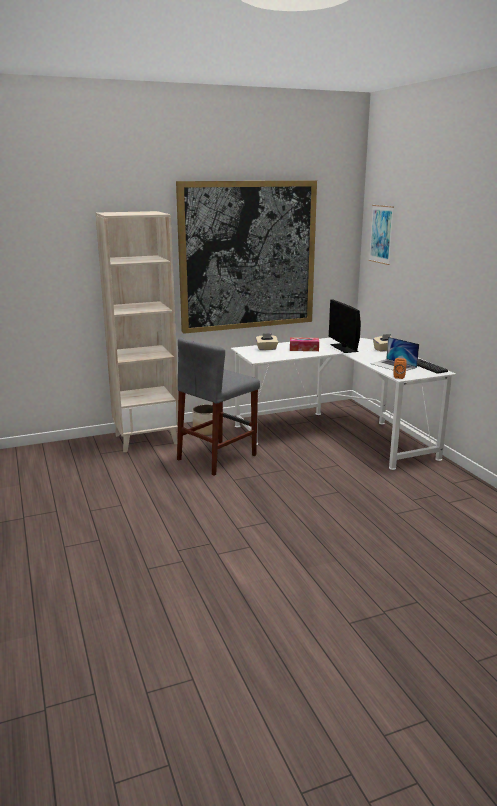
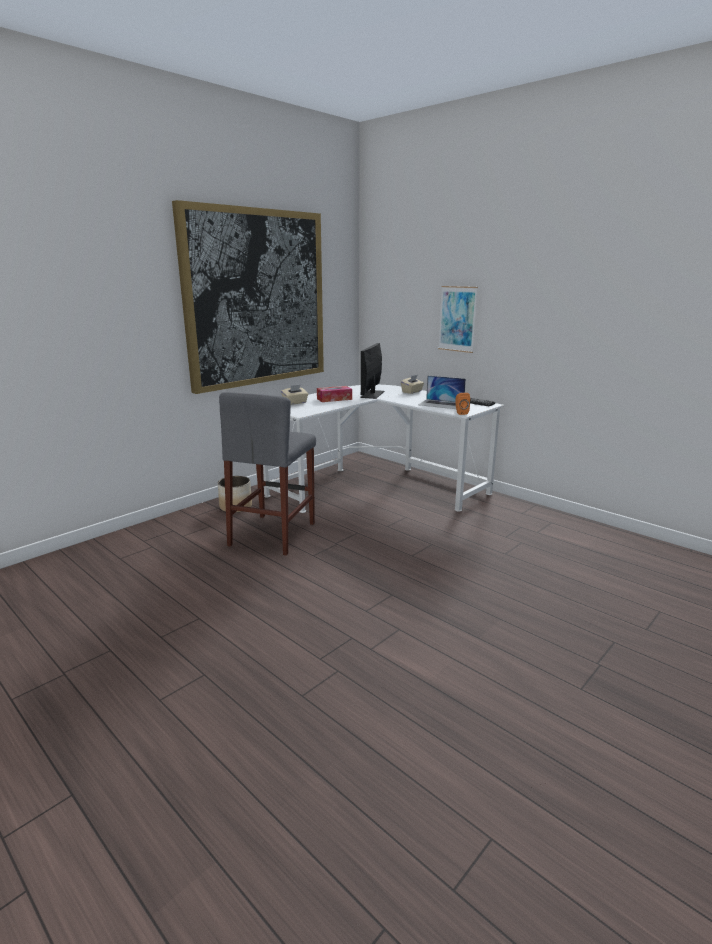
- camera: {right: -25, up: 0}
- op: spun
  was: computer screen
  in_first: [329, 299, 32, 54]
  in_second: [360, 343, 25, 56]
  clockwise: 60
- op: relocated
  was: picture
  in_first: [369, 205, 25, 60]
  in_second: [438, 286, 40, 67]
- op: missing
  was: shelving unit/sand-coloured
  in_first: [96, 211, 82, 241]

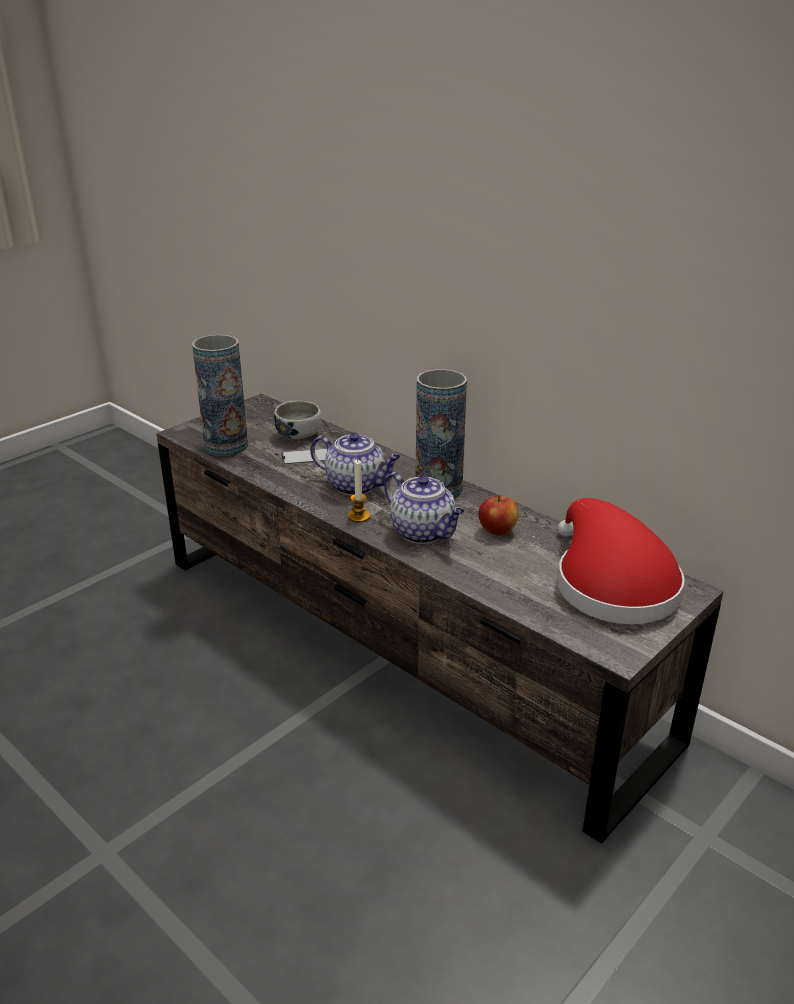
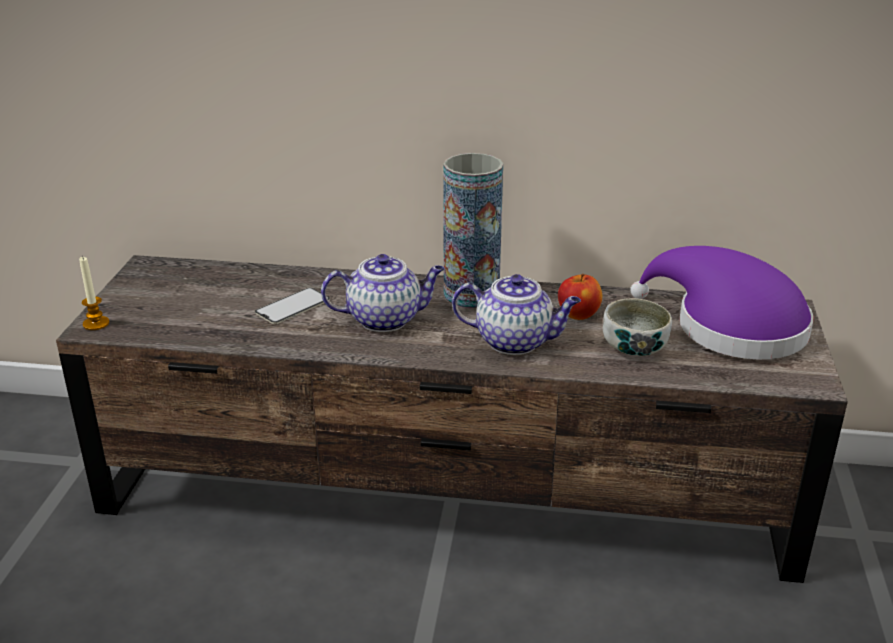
- camera: {right: -35, up: 0}
- op: relocated
  was: wax light
  in_first: [348, 460, 22, 62]
  in_second: [79, 256, 30, 74]
- op: relocated
  was: serving bowl
  in_first: [274, 401, 47, 38]
  in_second: [603, 298, 69, 58]
- op: colour
  was: wearable hat/reddish
  now: wearable hat/purplish
  in_first: [558, 498, 127, 126]
  in_second: [630, 246, 184, 113]
- op: missing
  was: vase
  in_first: [192, 335, 56, 121]

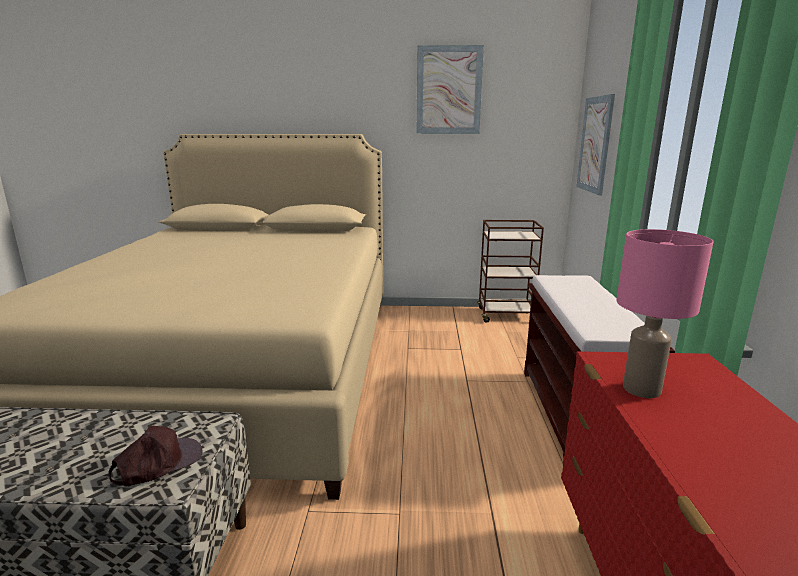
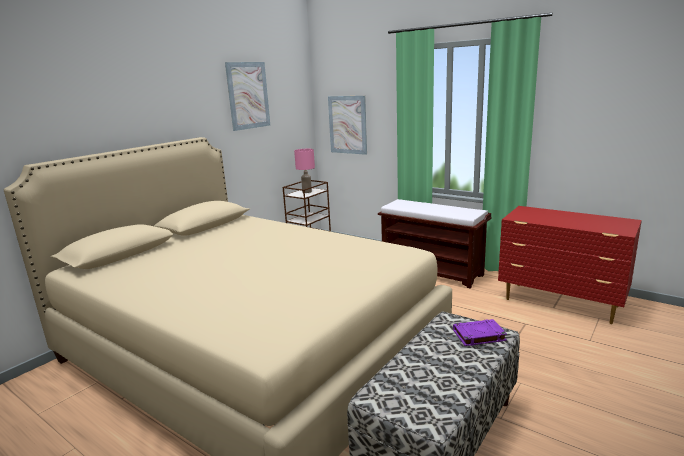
- camera: {right: -55, up: 0}
- op: relocated
  was: lamp for a table/pinkish
  in_first: [617, 229, 96, 169]
  in_second: [294, 149, 21, 44]
- op: exchanged
  was: baseball cap/brownish
  now: volume/purplish
  in_first: [108, 426, 94, 60]
  in_second: [453, 319, 54, 27]

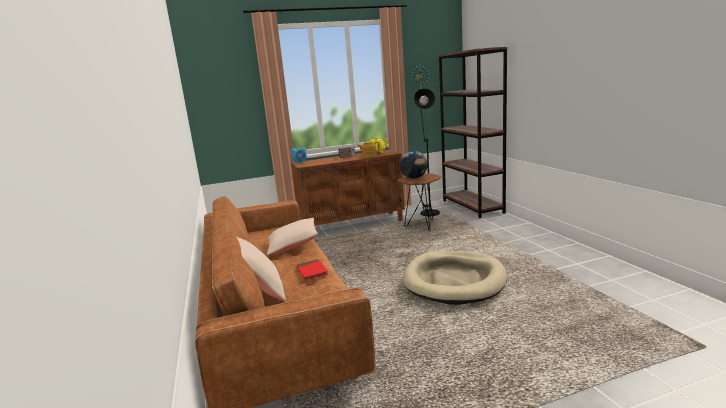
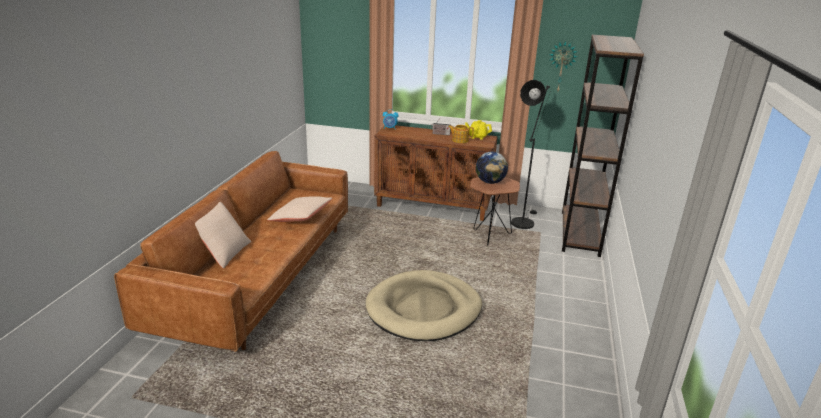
- camera: {right: 30, up: 10}
- op: missing
  was: volume/reddish
  in_first: [296, 259, 32, 21]

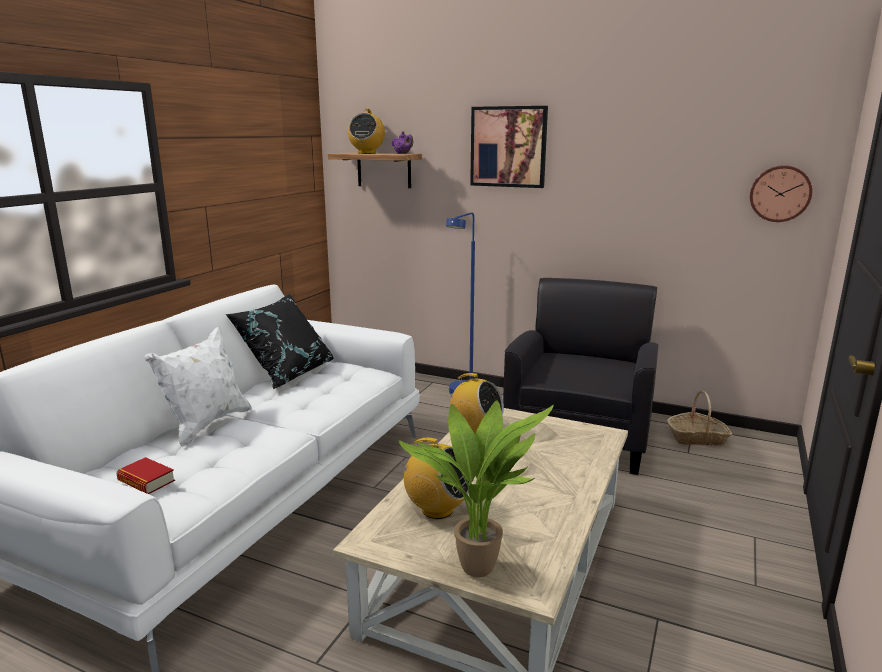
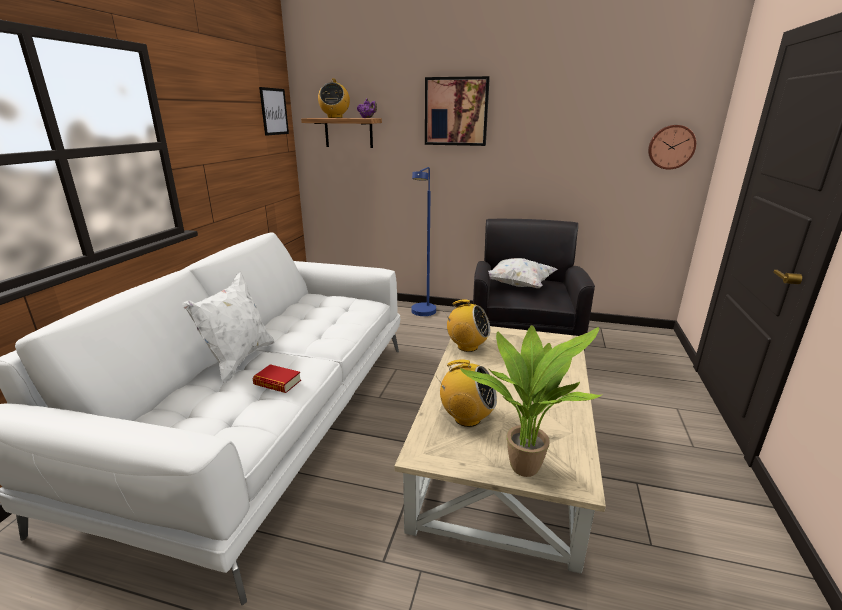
- camera: {right: -10, up: 5}
- op: relocated
  was: volume
  in_first: [116, 457, 59, 37]
  in_second: [253, 364, 48, 29]
- op: appeared
  now: picture
  in_second: [259, 87, 30, 49]
- op: appeared
  now: pillow/white
  in_second: [488, 258, 69, 30]
- op: missing
  was: pillow/black-coloured
  in_first: [225, 294, 109, 95]
- op: missing
  was: basket
  in_first: [667, 390, 65, 56]

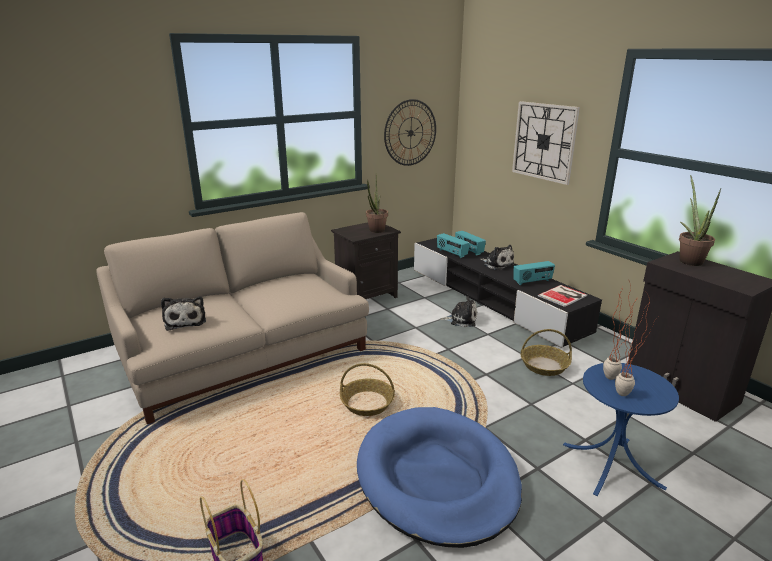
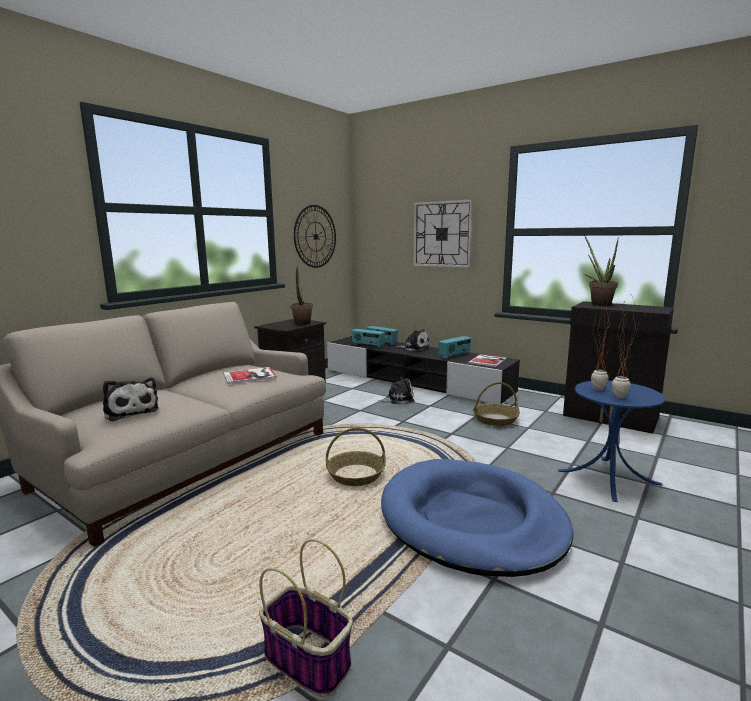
- camera: {right: -20, up: -10}
- op: appeared
  now: volume
  in_second: [223, 367, 54, 17]

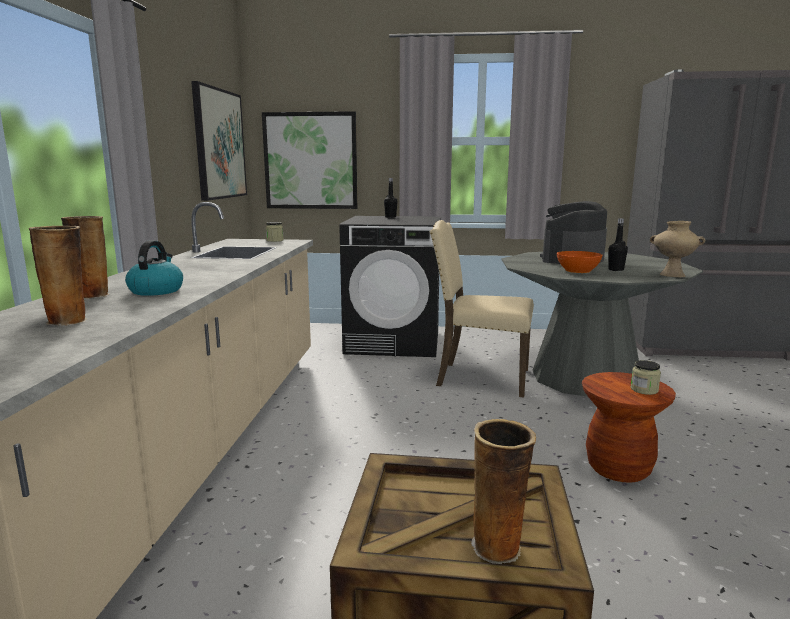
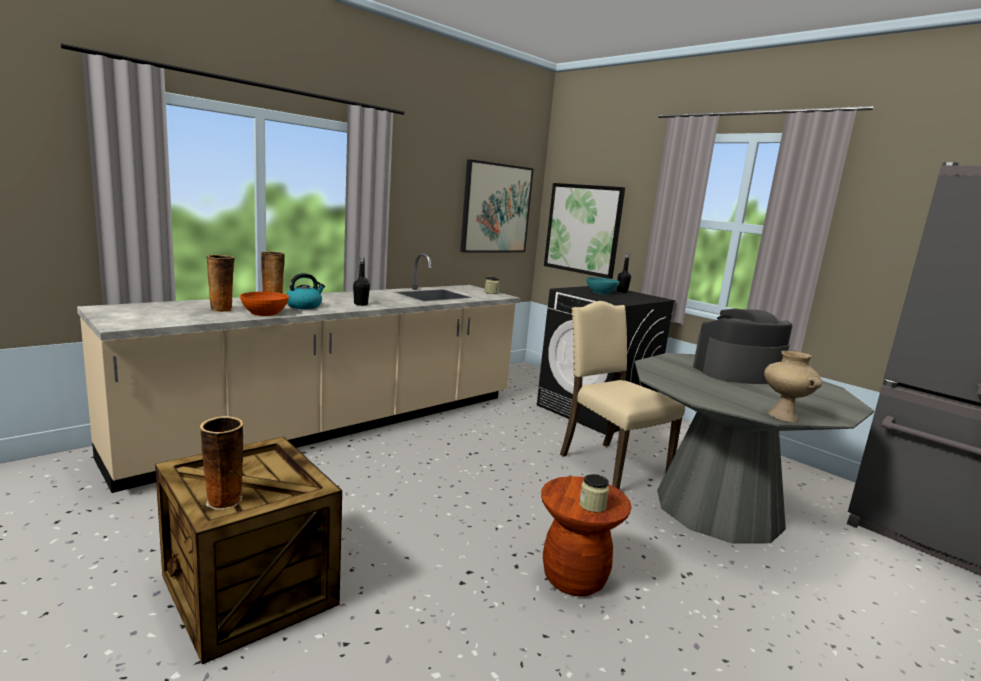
- camera: {right: 40, up: 0}
- op: relocated
  was: serving bowl/orangey
  in_first: [557, 251, 45, 22]
  in_second: [240, 292, 49, 24]
- op: relocated
  was: beverage bottle/black-coloured
  in_first: [608, 218, 20, 53]
  in_second: [353, 257, 17, 49]
- op: appeared
  now: serving bowl/turquoise-coloured
  in_second: [586, 277, 33, 17]

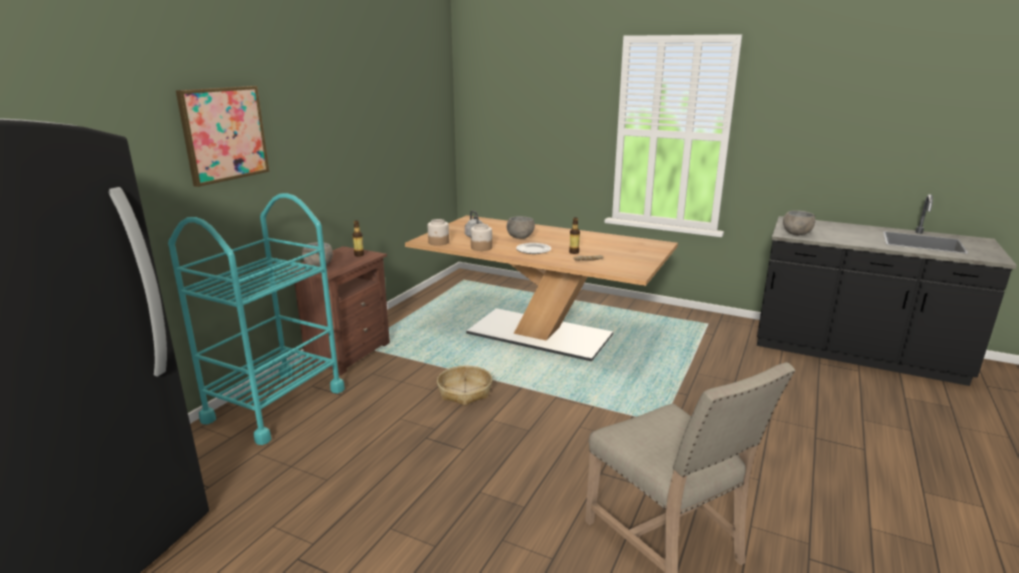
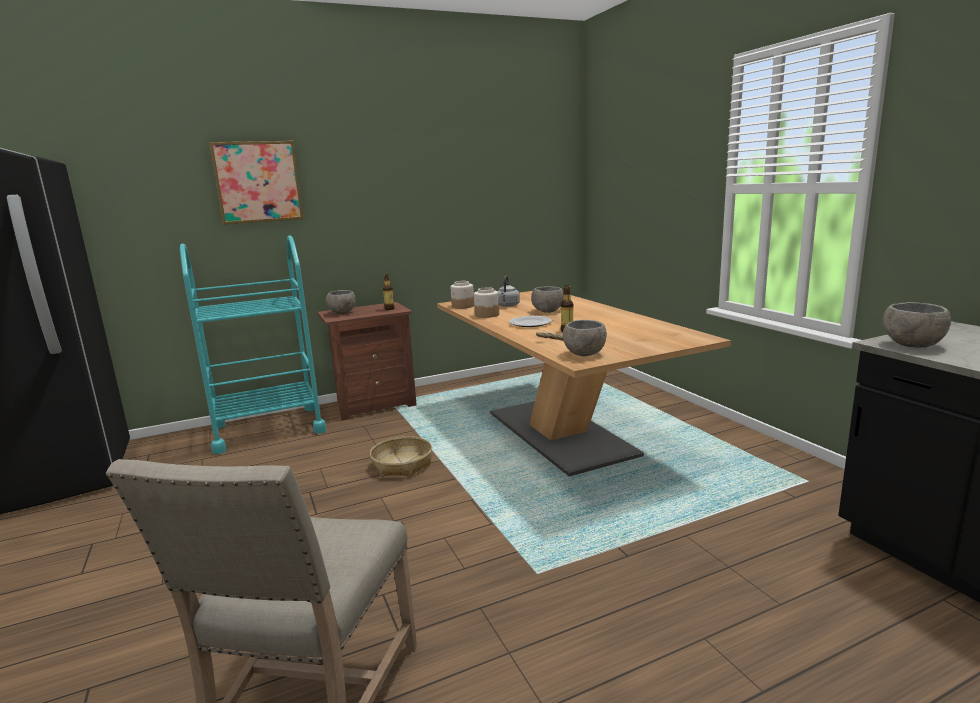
- camera: {right: 40, up: -5}
- op: appeared
  now: serving bowl/gray
  in_second: [563, 320, 44, 36]

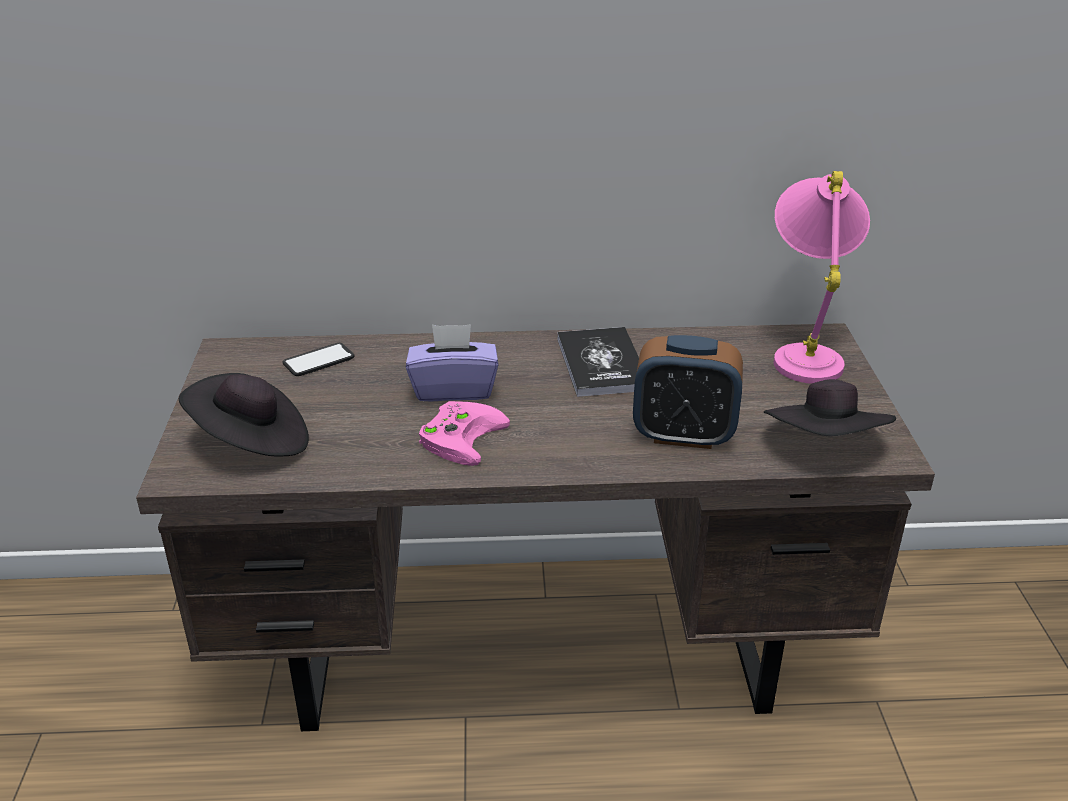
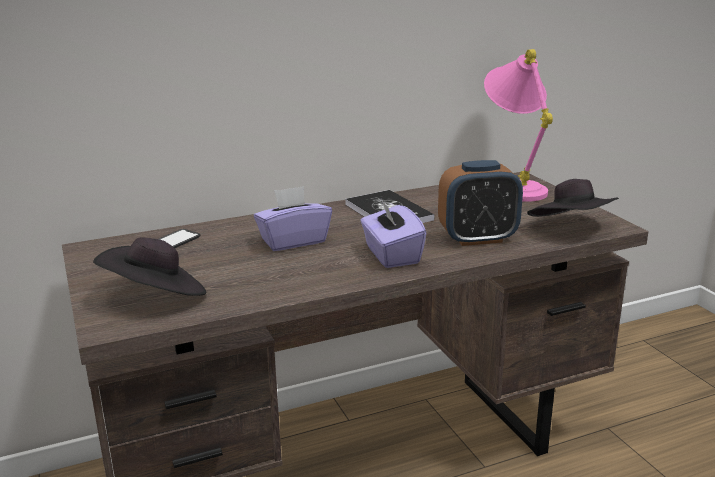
- camera: {right: -20, up: -10}
- op: appeared
  now: tissue holder/purplish
  in_second: [360, 199, 67, 69]
- op: missing
  was: joypad/pinkish
  in_first: [419, 401, 91, 65]

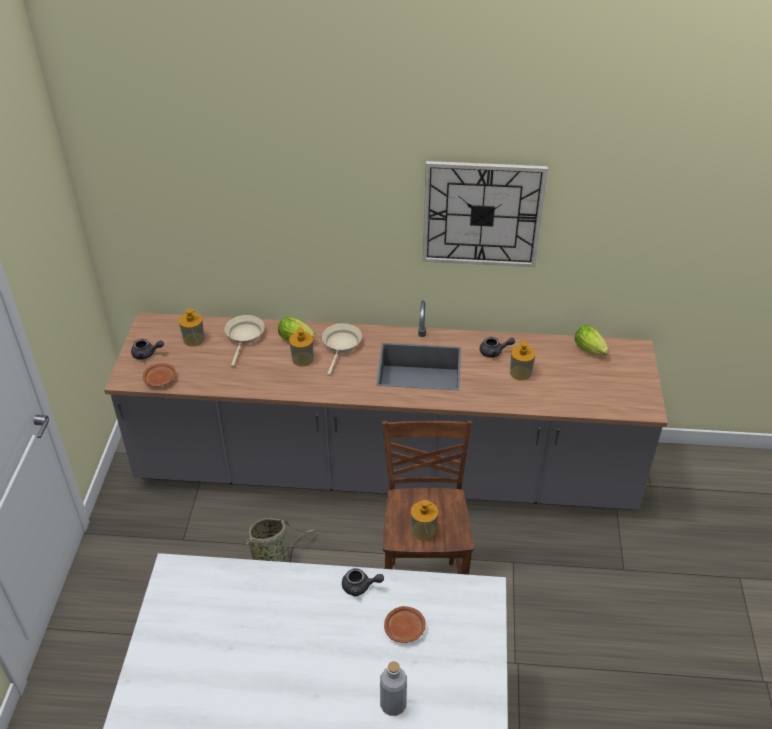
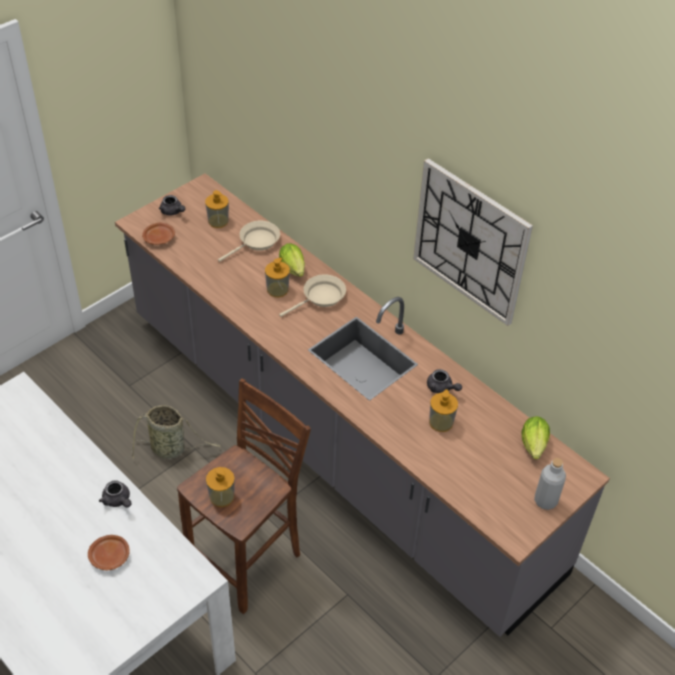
- camera: {right: 40, up: 5}
- op: relocated
  was: beverage bottle/gray
  in_first: [380, 661, 27, 55]
  in_second: [534, 458, 32, 52]

